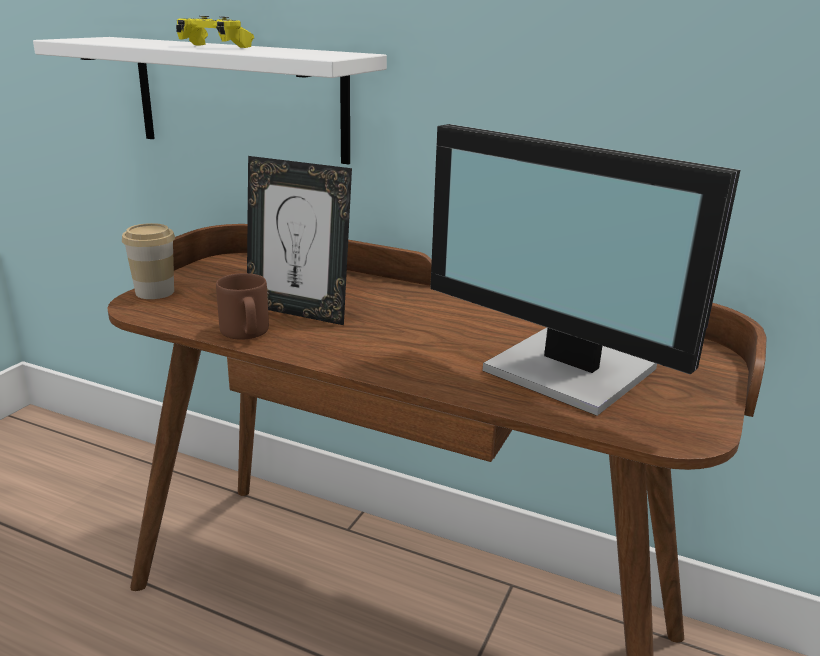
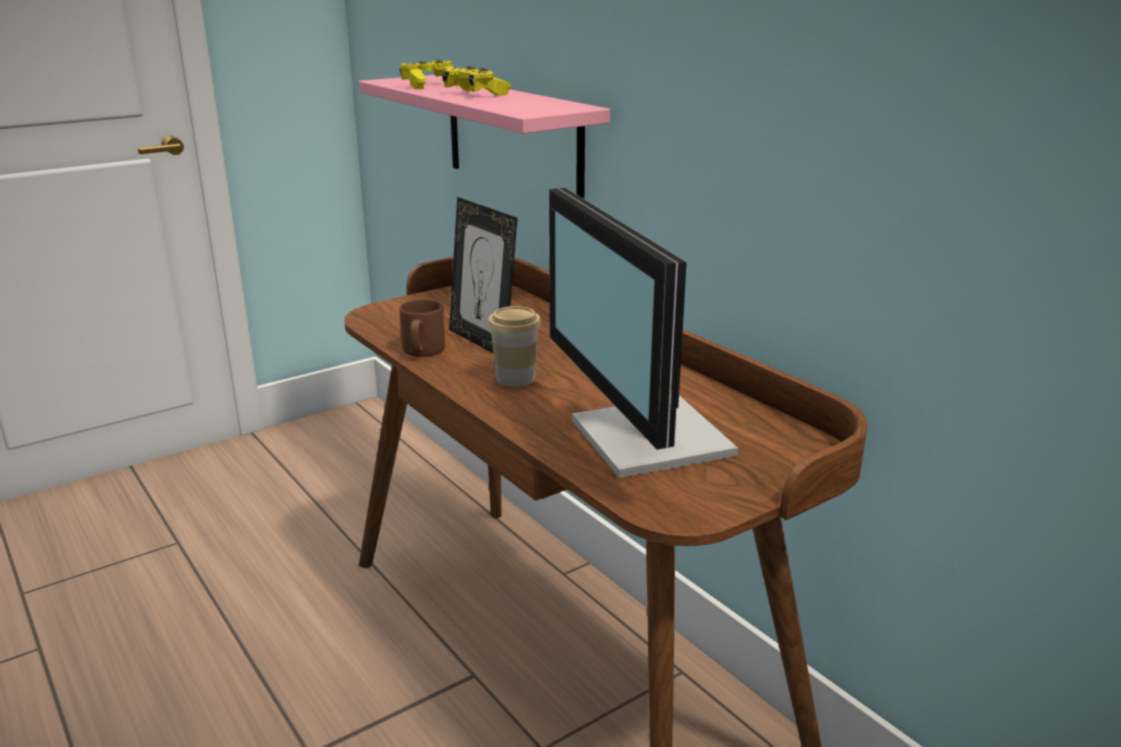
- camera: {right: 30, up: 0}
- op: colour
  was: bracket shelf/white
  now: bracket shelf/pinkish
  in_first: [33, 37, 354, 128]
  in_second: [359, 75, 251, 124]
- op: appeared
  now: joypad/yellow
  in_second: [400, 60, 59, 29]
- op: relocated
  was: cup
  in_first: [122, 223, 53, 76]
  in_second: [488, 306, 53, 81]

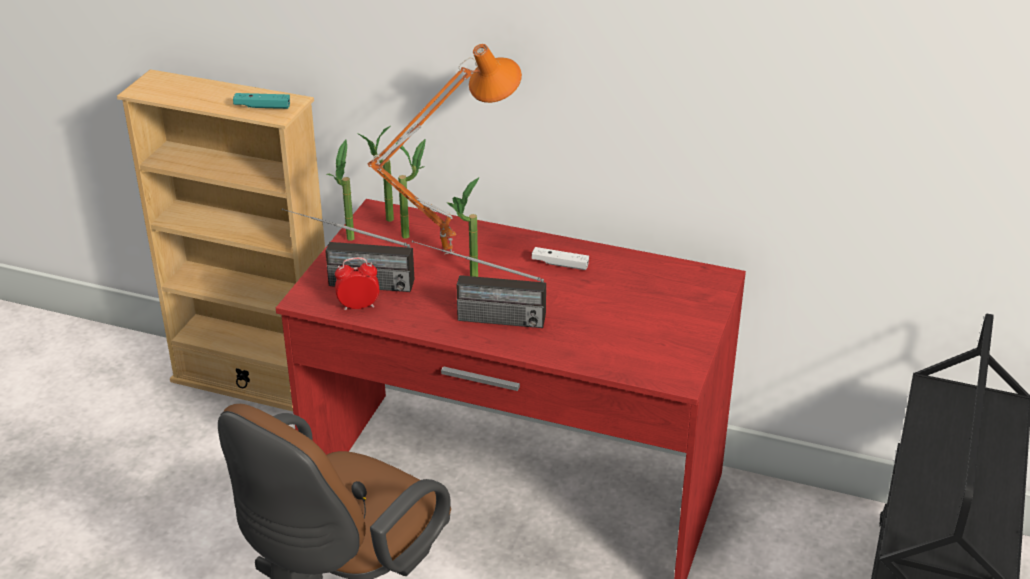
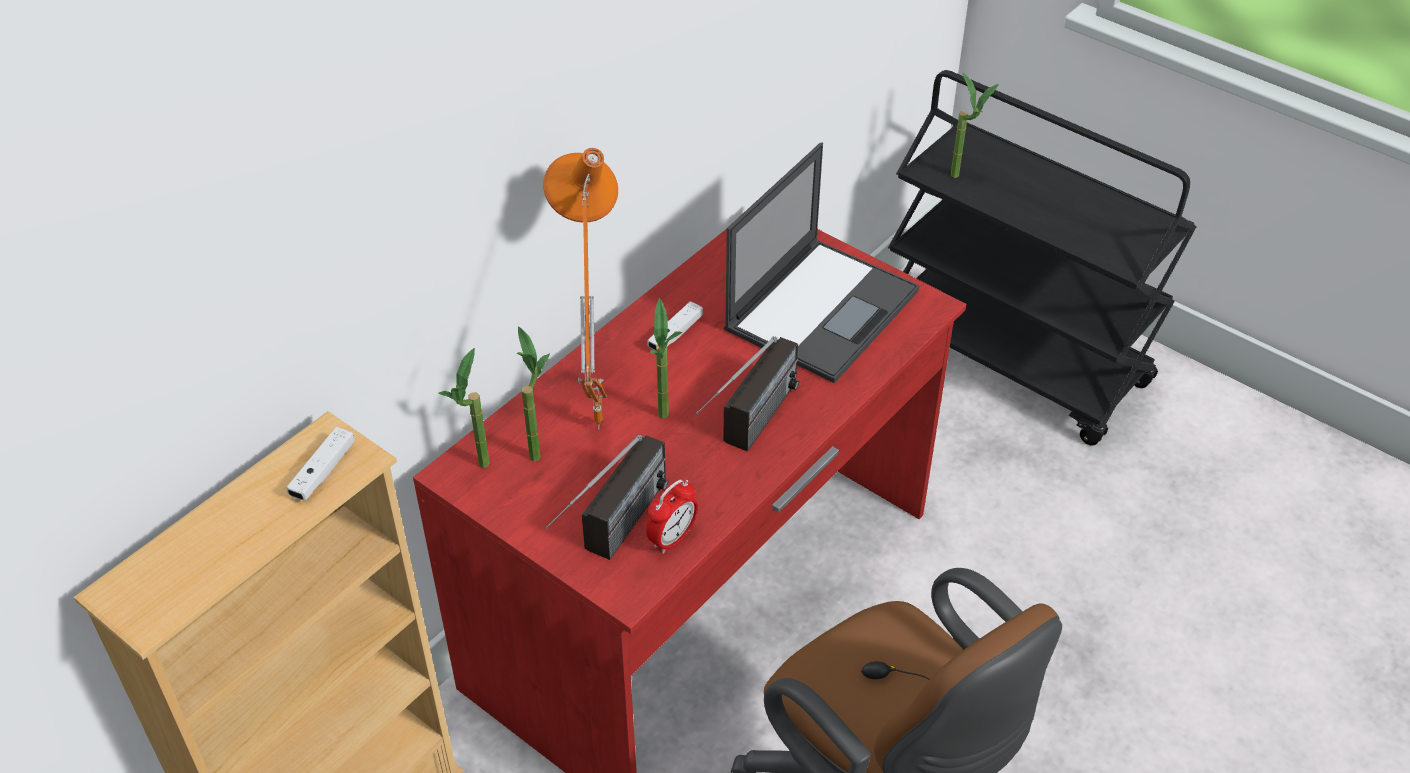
- camera: {right: -70, up: 10}
- op: colour
  was: joypad/turquoise-coloured
  now: joypad/white
  in_first: [233, 93, 57, 16]
  in_second: [286, 427, 69, 73]
- op: spun
  was: table clock
  in_first: [335, 257, 44, 53]
  in_second: [646, 479, 52, 75]
  clockwise: -150
- op: appeared
  now: portable computer
  in_second: [724, 142, 196, 241]
- op: relocated
  was: plant in a pot
  in_first: [327, 140, 27, 101]
  in_second: [951, 72, 48, 106]

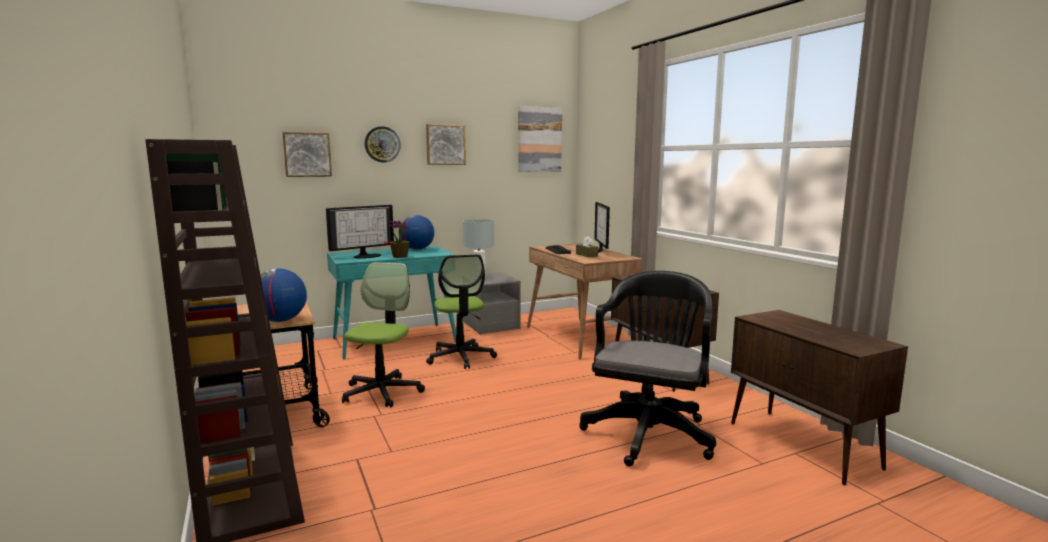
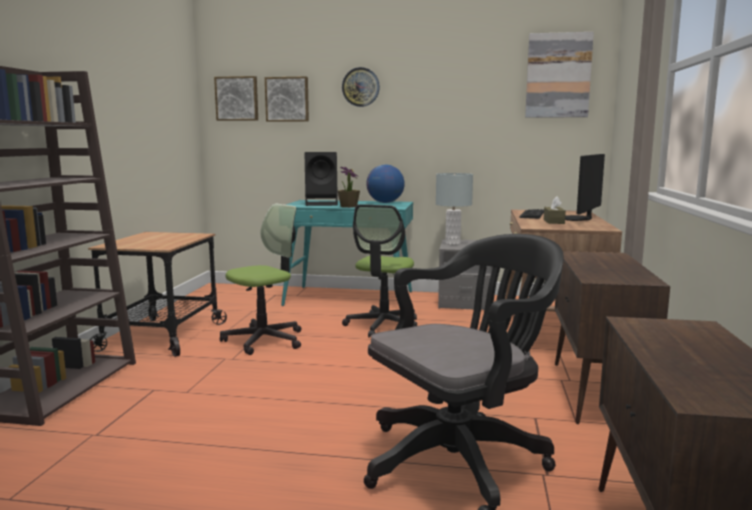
- camera: {right: 35, up: 0}
- op: relocated
  was: picture
  in_first: [426, 124, 40, 41]
  in_second: [214, 76, 44, 45]
- op: exchanged
  was: computer screen
  now: loudspeaker/black-coloured
  in_first: [326, 205, 68, 53]
  in_second: [305, 152, 33, 54]
- op: missing
  was: desk globe
  in_first: [260, 268, 47, 54]

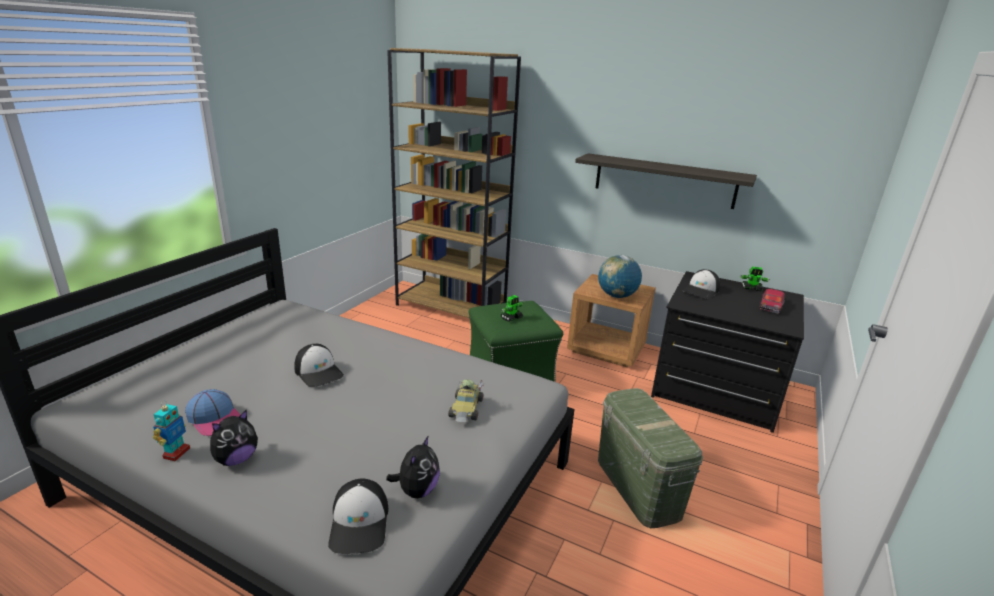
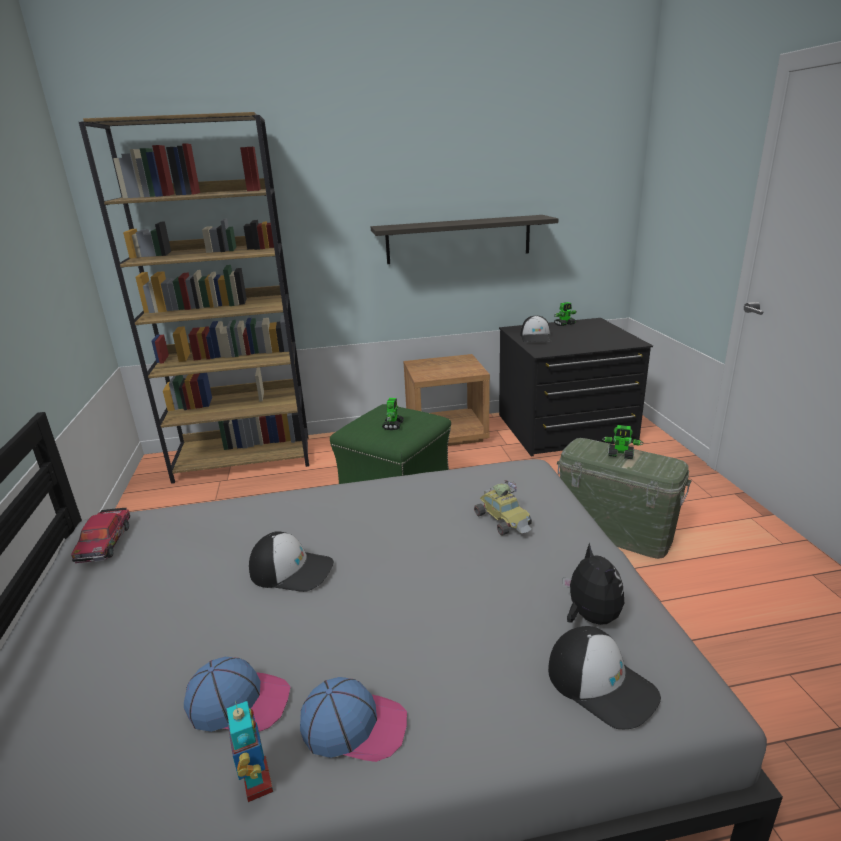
- camera: {right: -35, up: 0}
- op: relocated
  was: model car
  in_first: [759, 289, 26, 25]
  in_second: [71, 508, 59, 55]
- op: exchanged
  was: cuddly toy
  now: baseball cap
  in_first: [210, 409, 48, 57]
  in_second: [300, 677, 107, 85]
- op: appeared
  now: robot figure
  in_second: [602, 425, 41, 34]
- op: missing
  was: desk globe
  in_first: [598, 255, 44, 43]

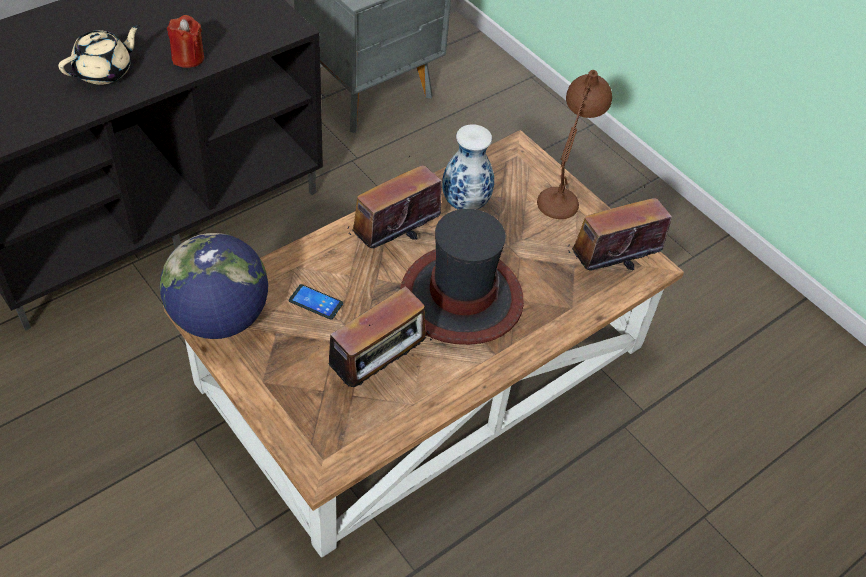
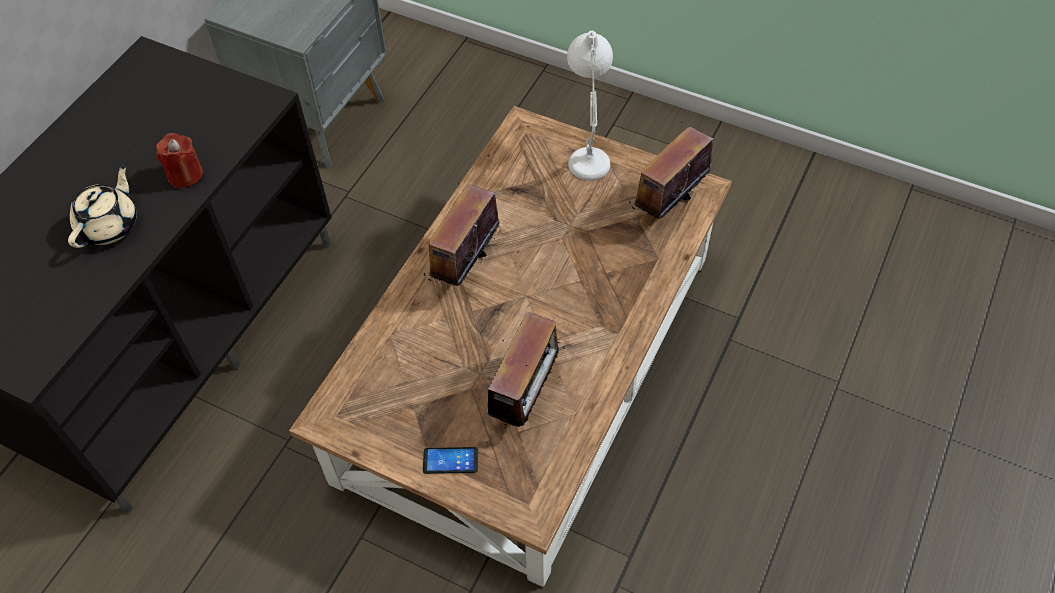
- camera: {right: -20, up: 5}
- op: relocated
  was: phone
  in_first: [289, 284, 54, 36]
  in_second: [423, 447, 55, 27]
- op: colour
  was: lamp for a table/brownish
  now: lamp for a table/white
  in_first: [537, 70, 75, 149]
  in_second: [567, 31, 46, 150]
- op: missing
  was: desk globe
  in_first: [160, 233, 108, 106]
- op: missing
  was: wearable hat
  in_first: [400, 209, 124, 136]
- op: missing
  was: vase
  in_first: [442, 124, 52, 86]

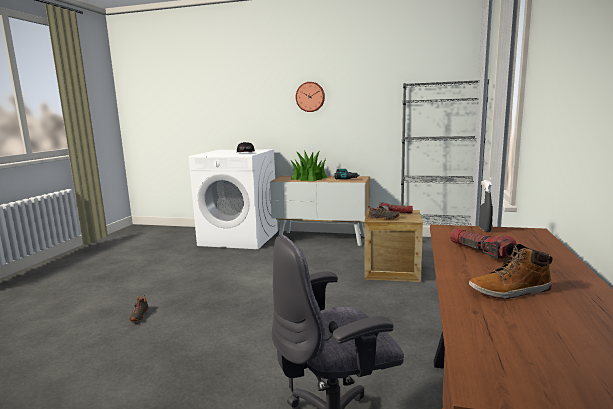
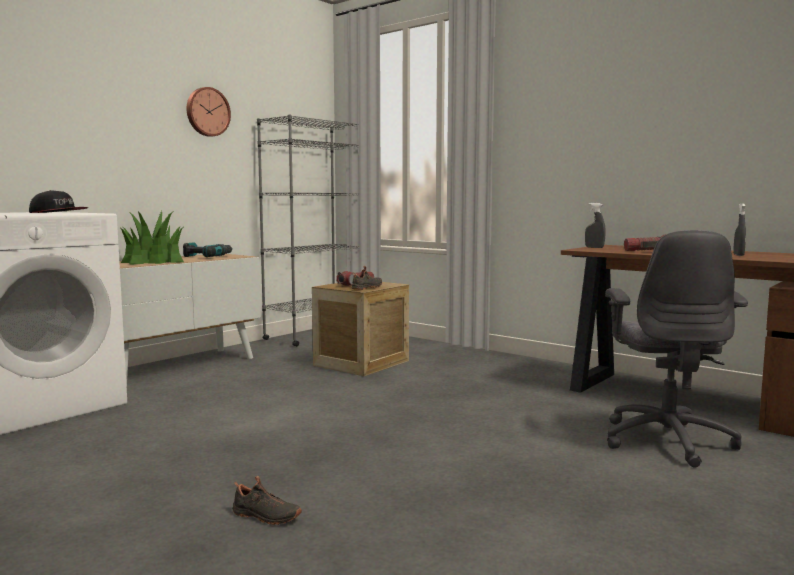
- camera: {right: -65, up: -5}
- op: relocated
  was: wall clock
  in_first: [296, 82, 29, 30]
  in_second: [187, 87, 44, 50]
- op: exchanged
  was: tall boot
  now: spray bottle/gray
  in_first: [469, 244, 84, 55]
  in_second: [733, 203, 13, 53]

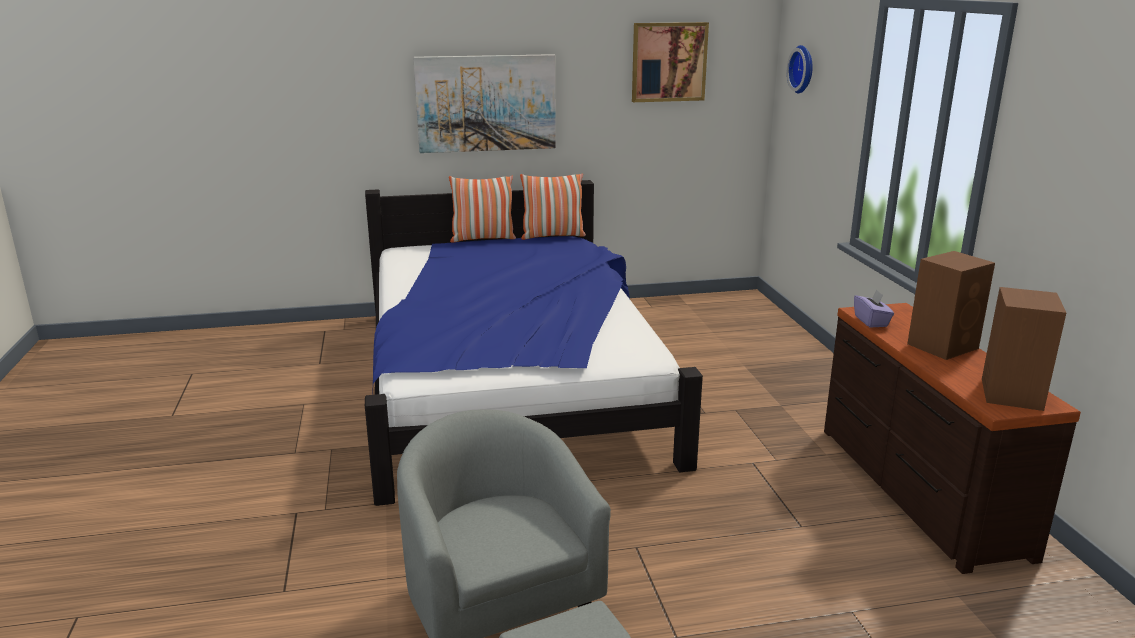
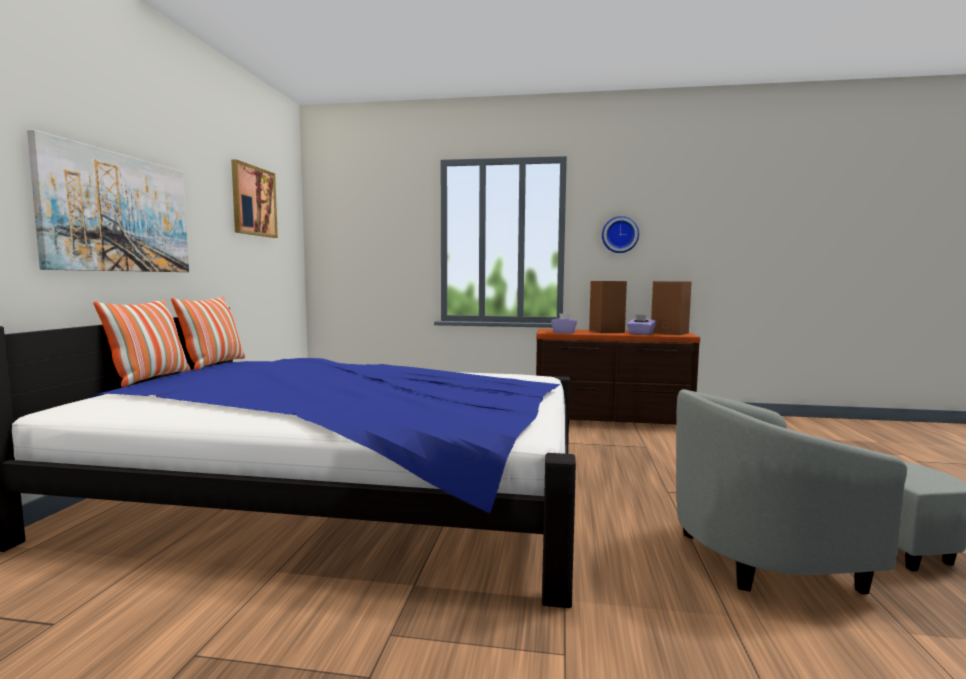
- camera: {right: -70, up: -15}
- op: relocated
  was: wall clock
  in_first: [787, 45, 25, 48]
  in_second: [602, 216, 37, 37]
- op: appeared
  now: tissue holder/purplish
  in_second: [627, 314, 29, 21]

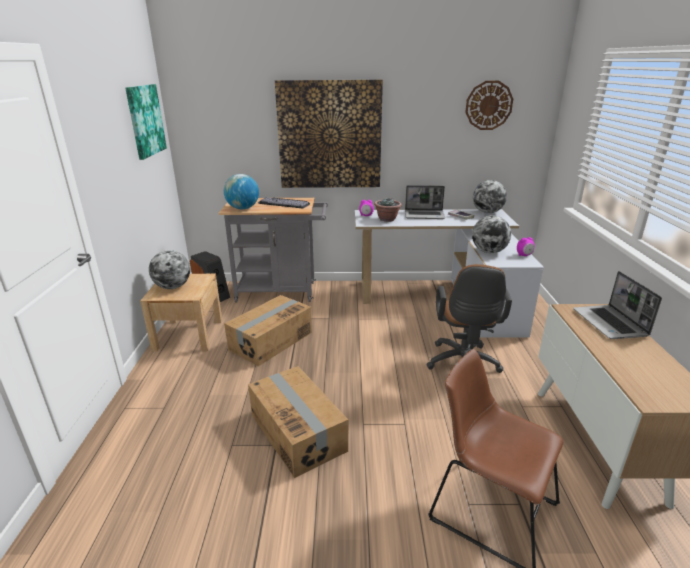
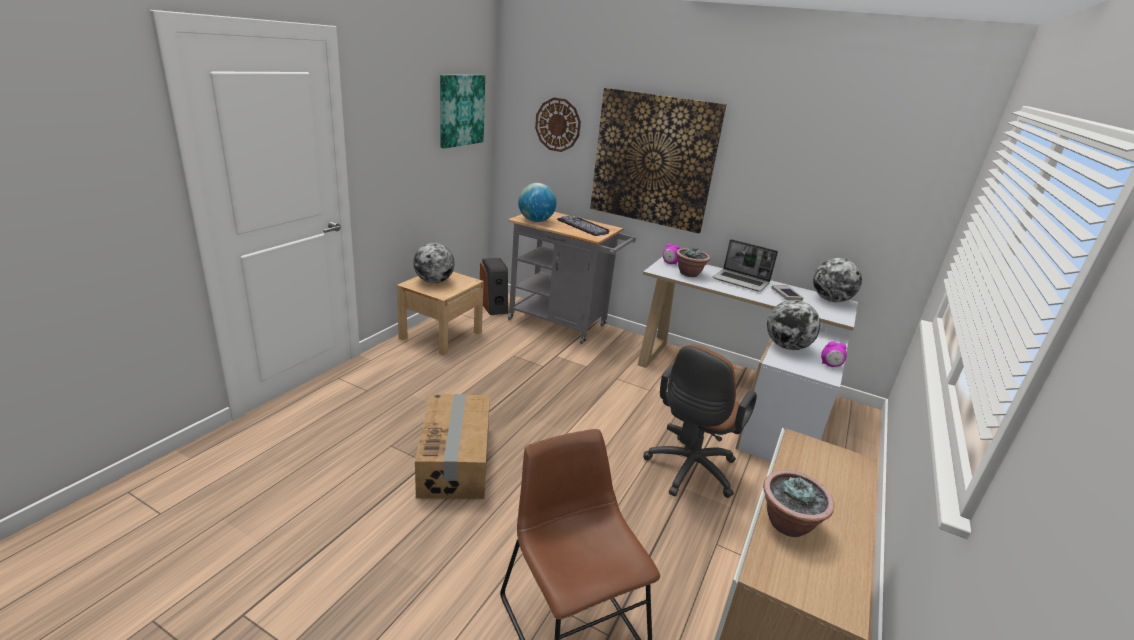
- camera: {right: 25, up: 0}
- op: relocated
  was: wall clock
  in_first: [465, 81, 48, 49]
  in_second: [535, 97, 46, 55]
- op: appeared
  now: plant in a pot
  in_second: [763, 470, 71, 67]
- op: missing
  was: cardboard box
  in_first: [224, 295, 88, 71]
- op: missing
  was: portable computer
  in_first: [573, 271, 89, 68]

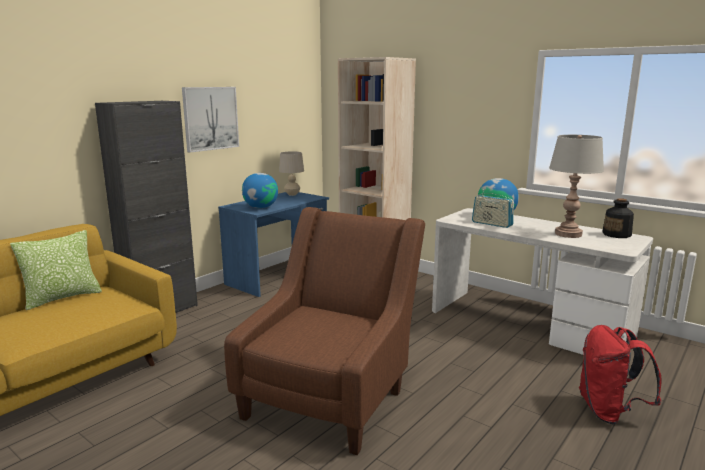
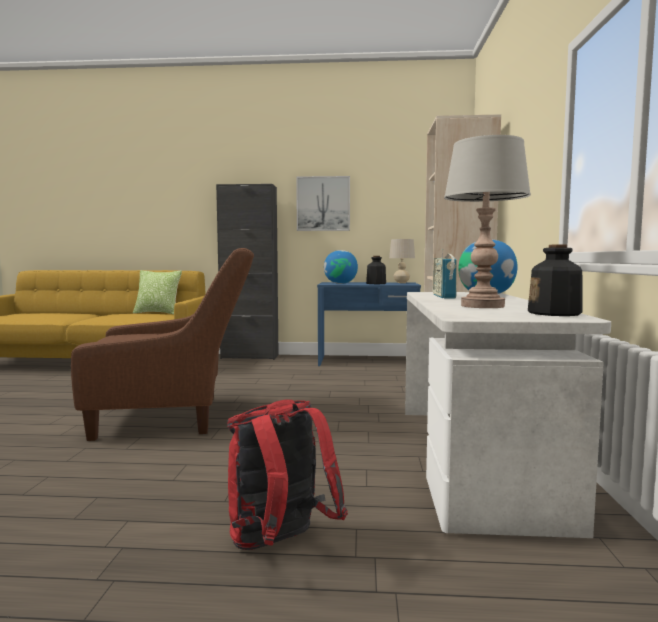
- camera: {right: 55, up: -10}
- op: appeared
  now: beverage bottle
  in_second: [366, 256, 20, 28]

